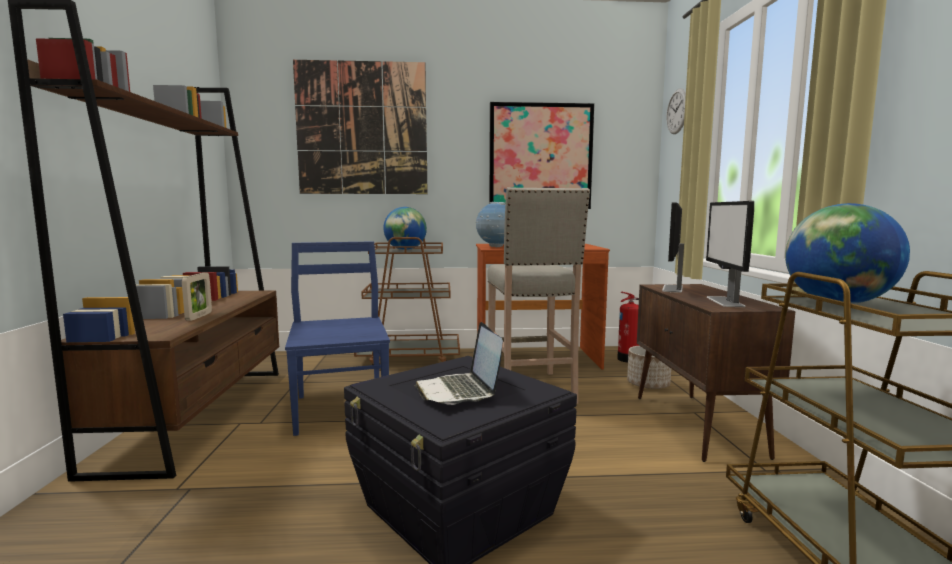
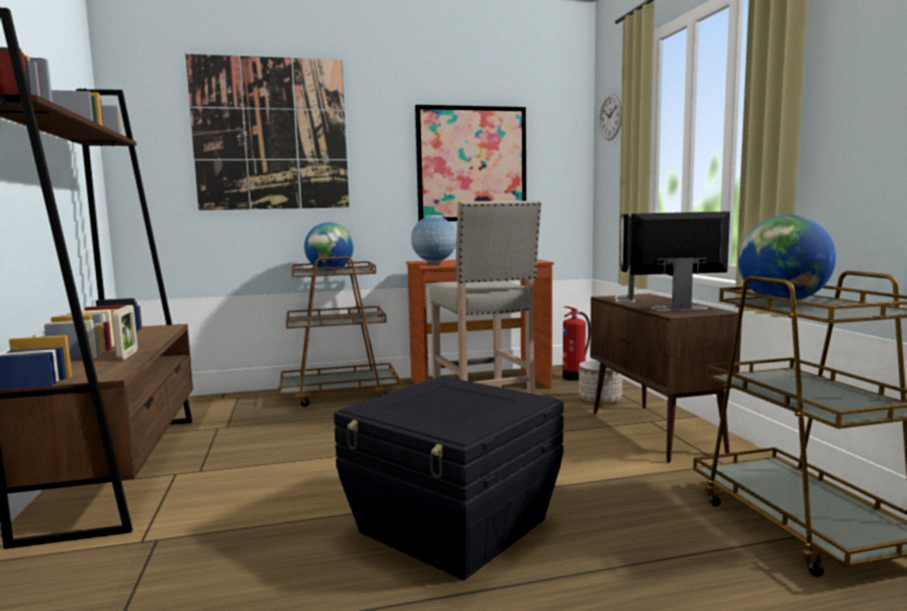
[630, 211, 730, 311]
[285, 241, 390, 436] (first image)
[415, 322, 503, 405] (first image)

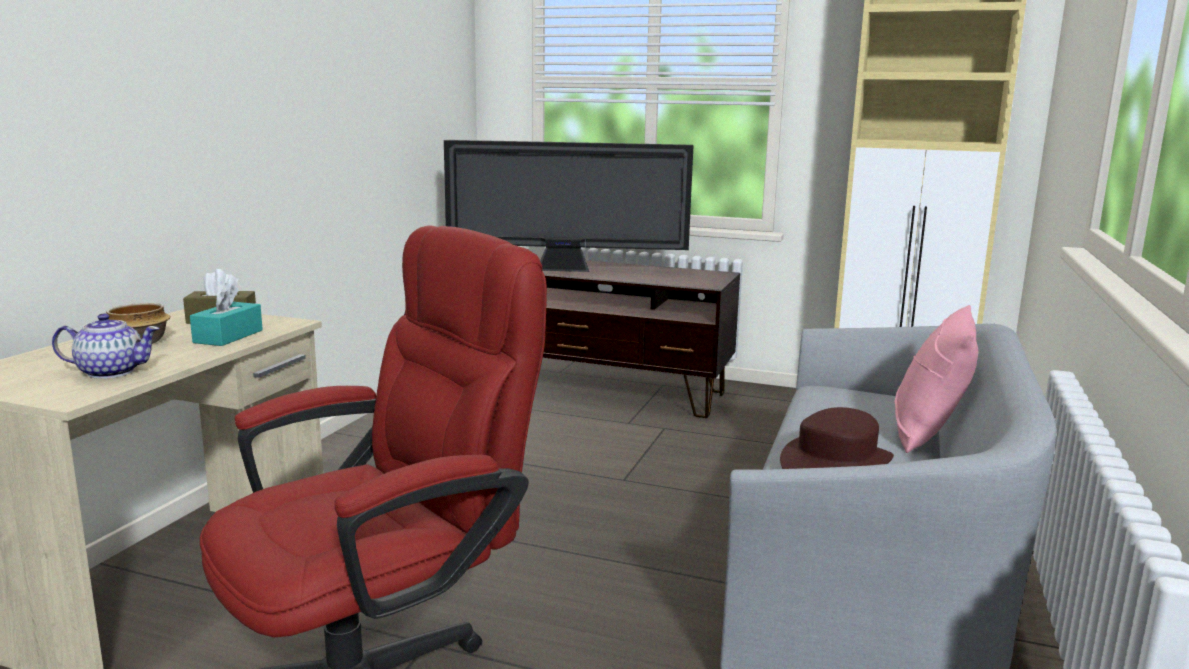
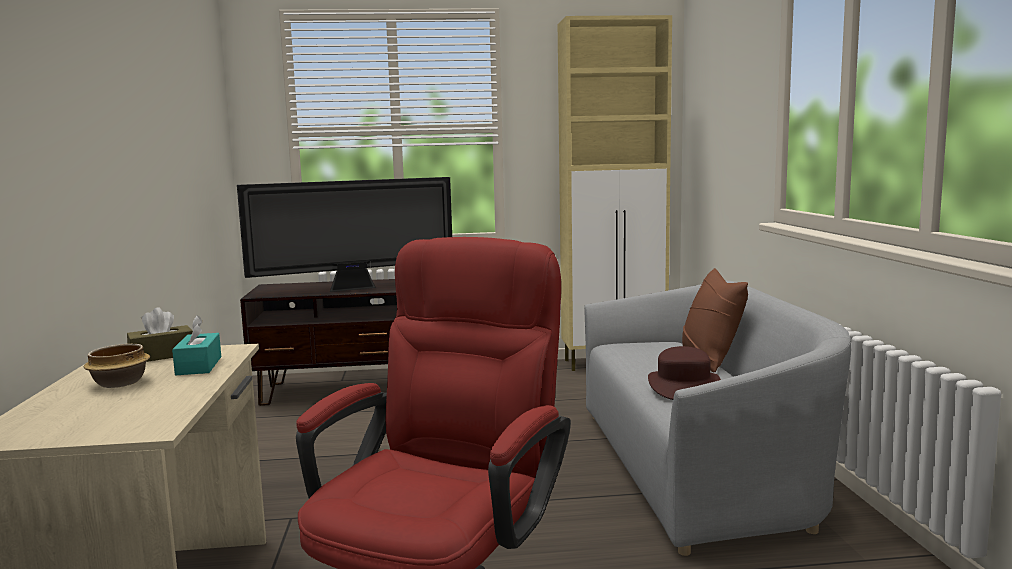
[682, 268, 748, 372]
[52, 313, 160, 379] (first image)

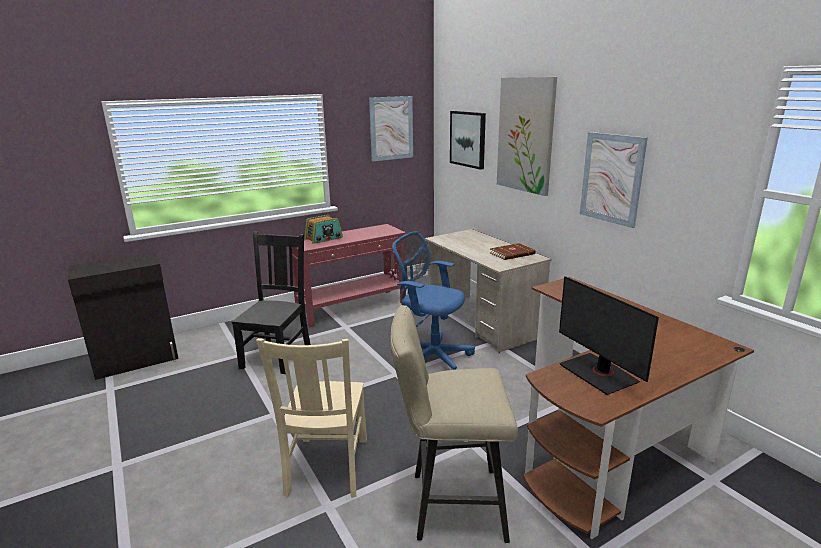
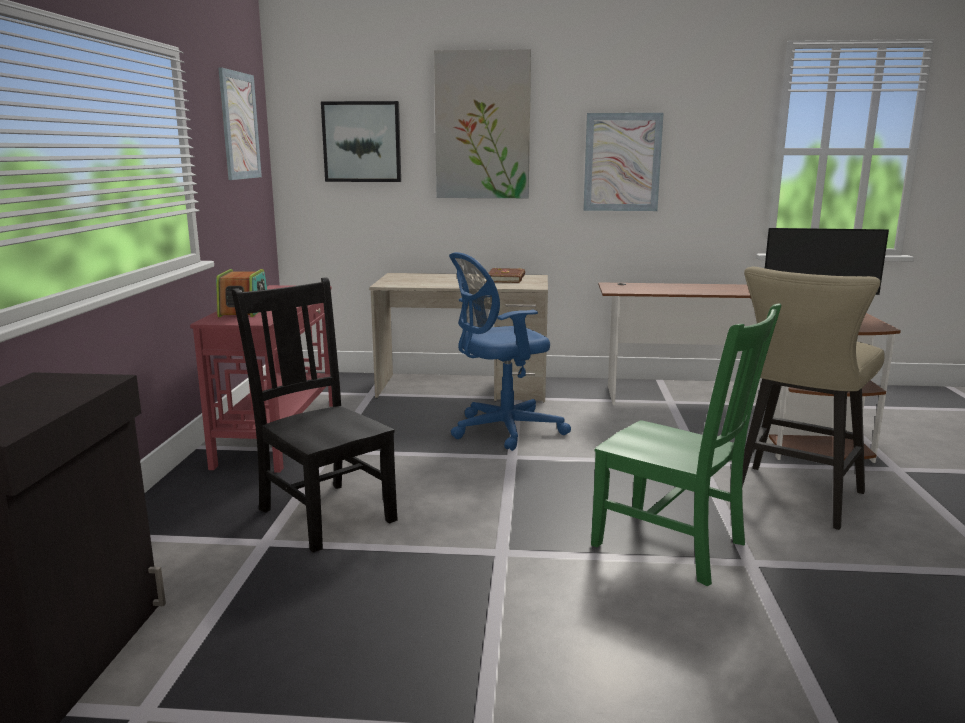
[591, 303, 781, 586]

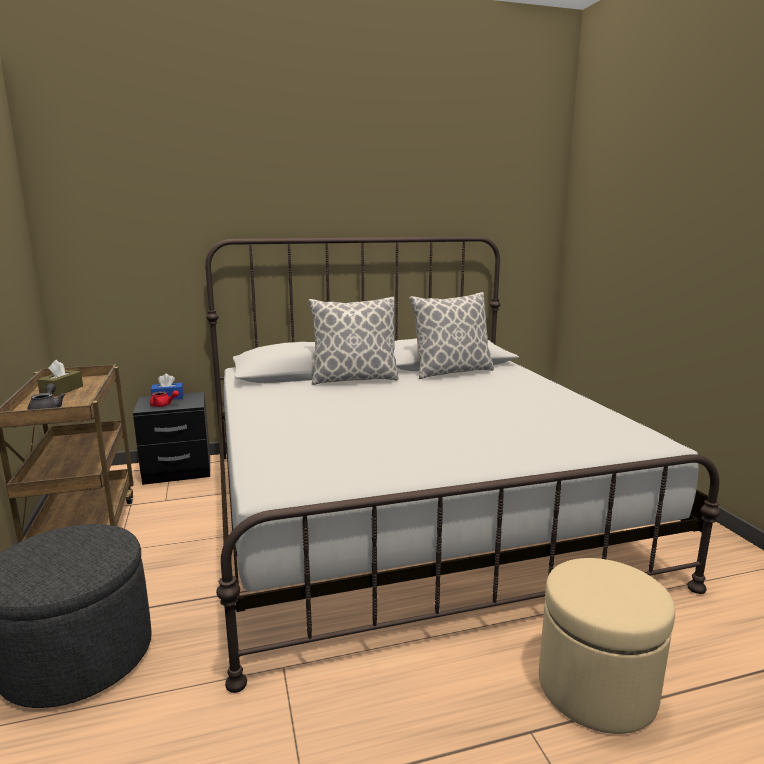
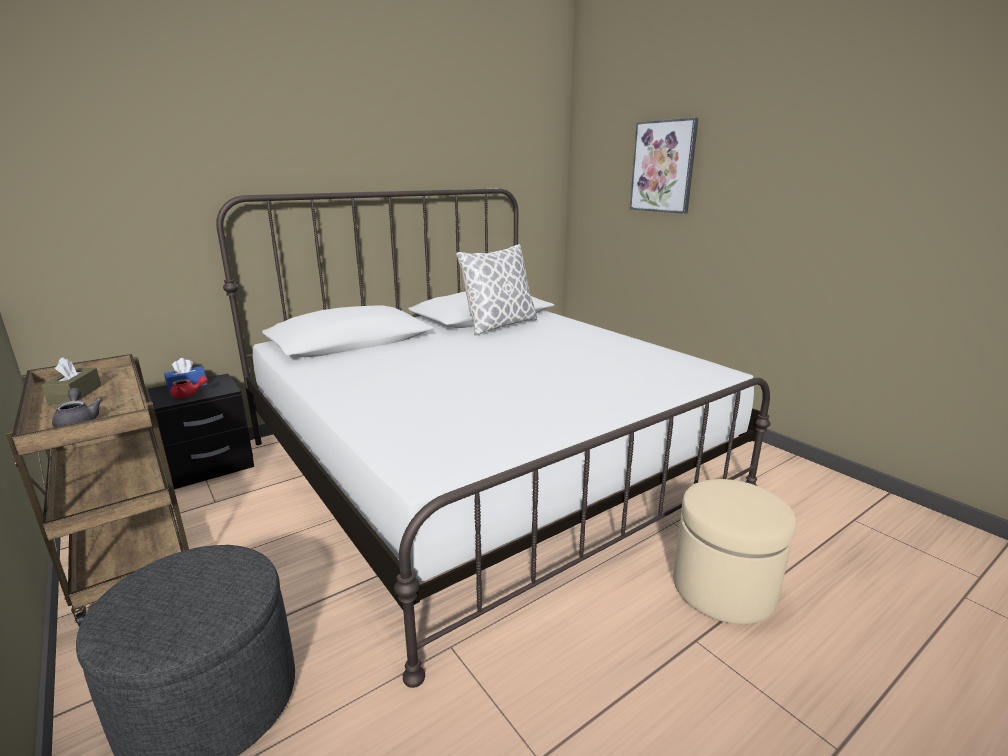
[309, 297, 399, 385] (first image)
[630, 118, 699, 214]

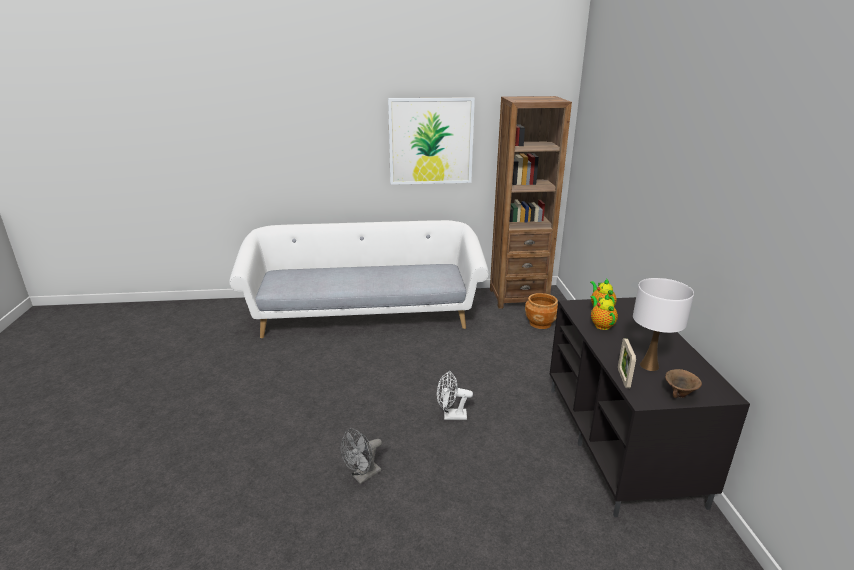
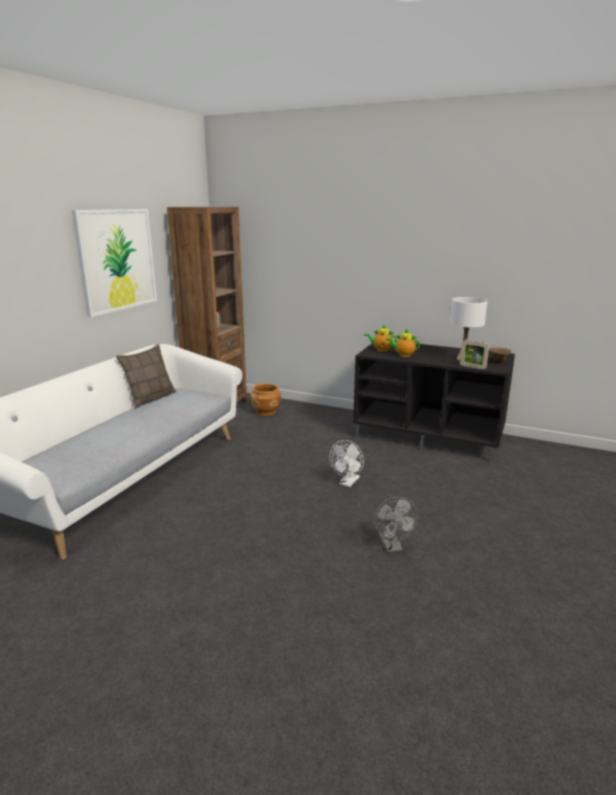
[116, 344, 176, 408]

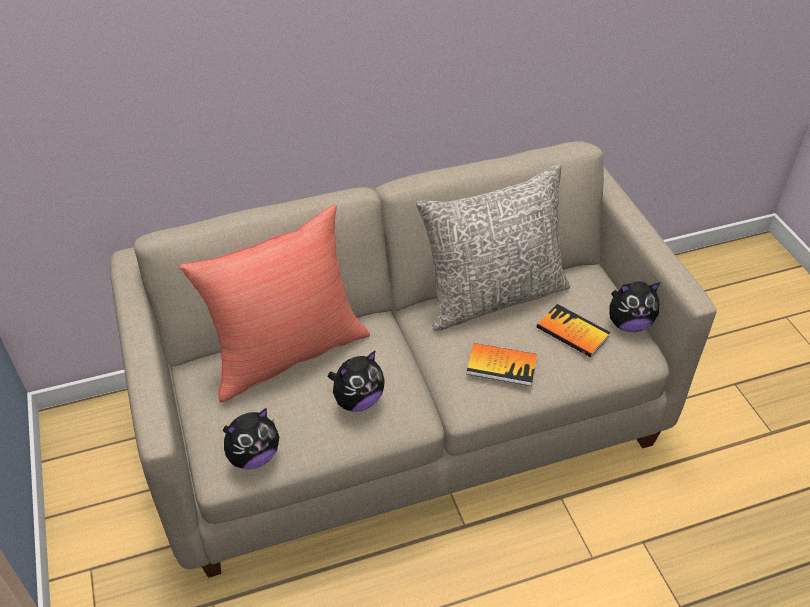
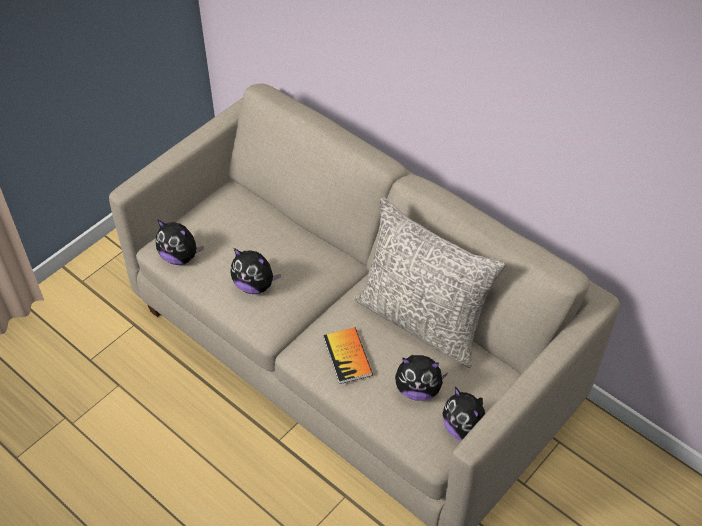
[179, 205, 370, 402] (first image)
[395, 355, 447, 401]

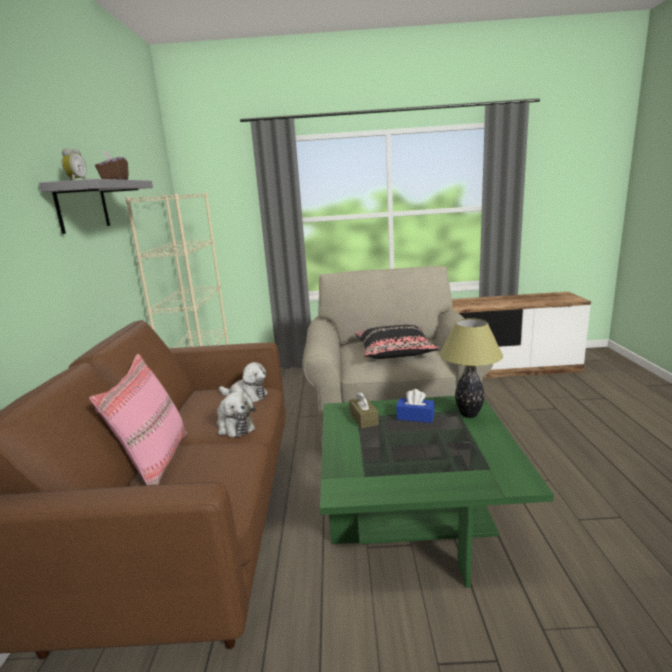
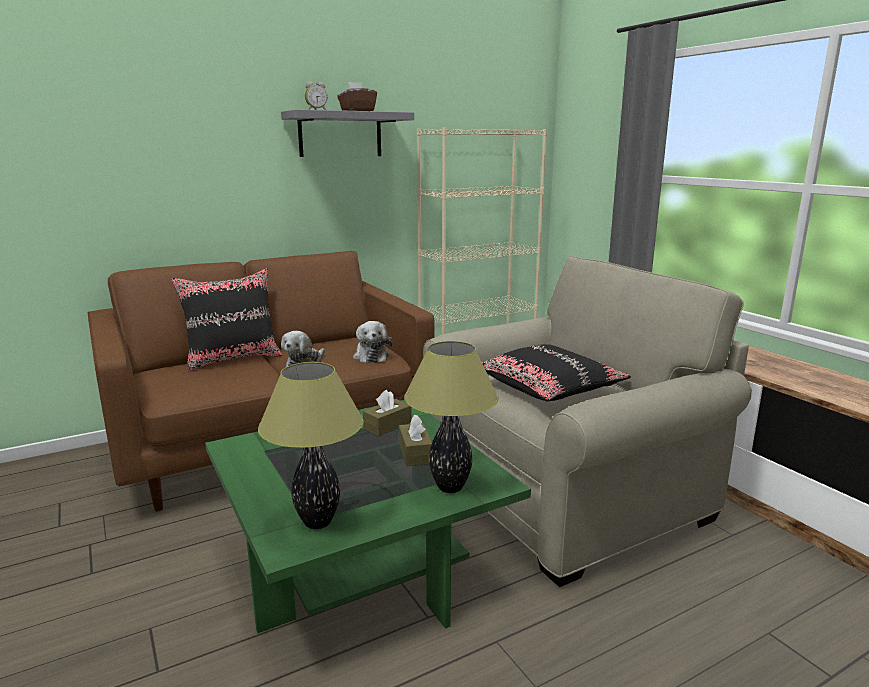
[171, 268, 282, 372]
[399, 415, 432, 466]
[258, 362, 363, 529]

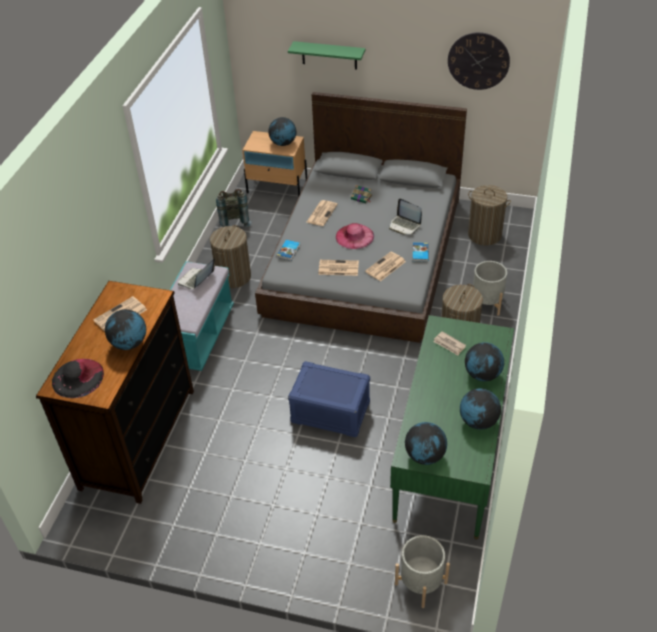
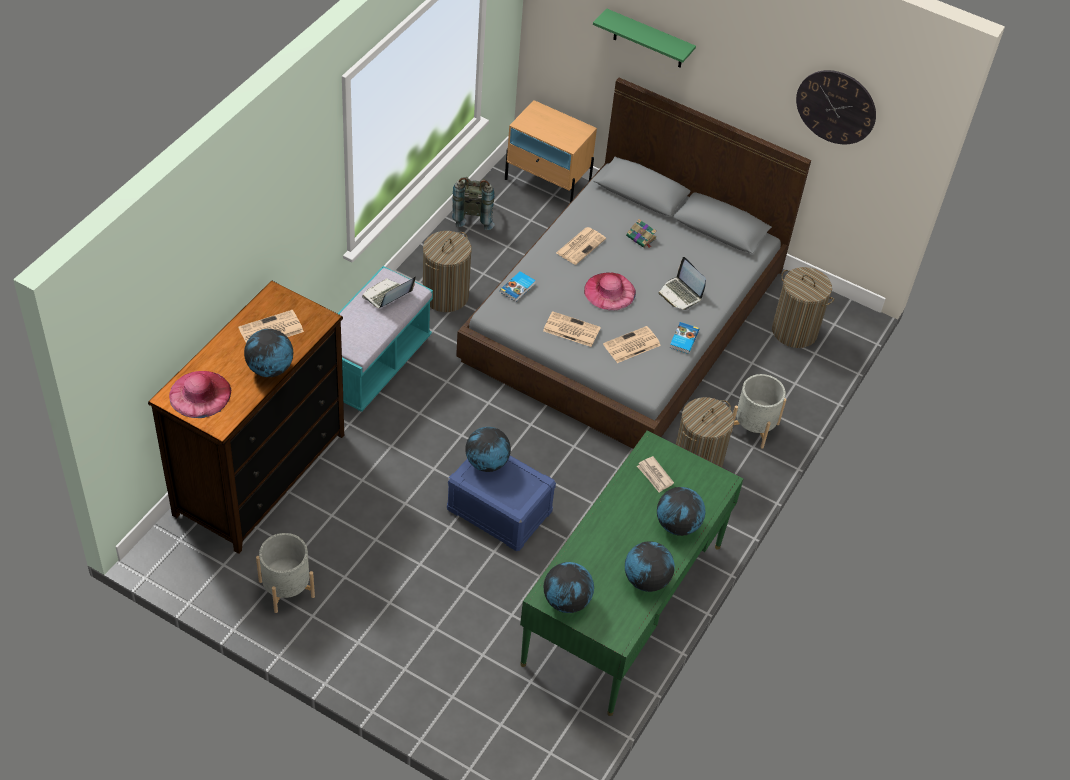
[465, 427, 511, 472]
[169, 371, 231, 418]
[256, 533, 315, 613]

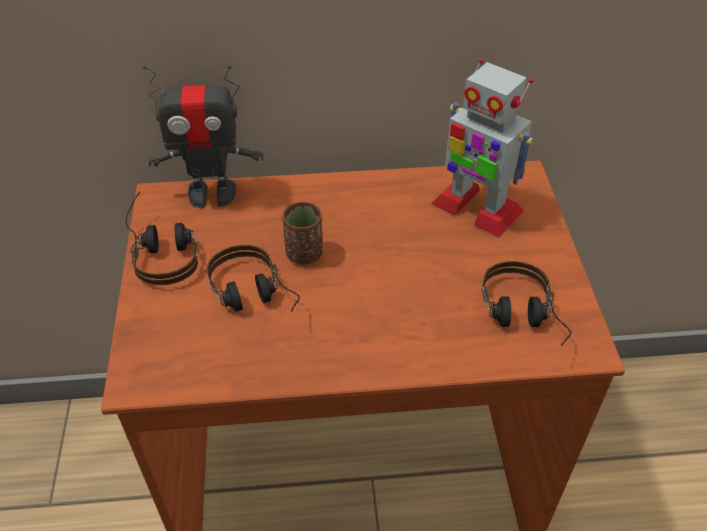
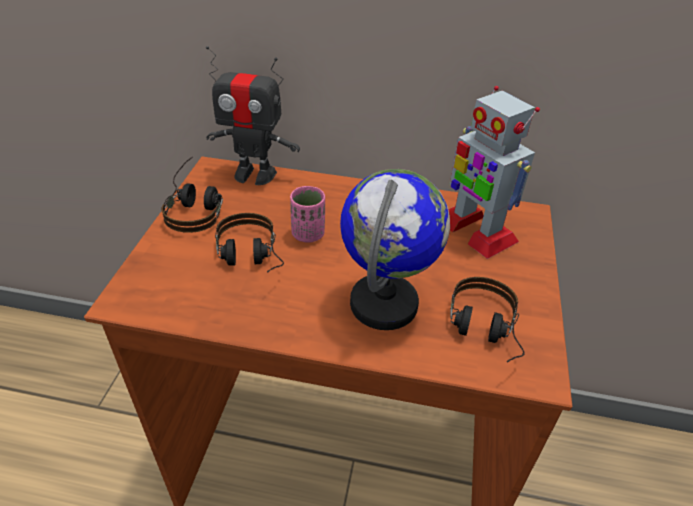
[290, 186, 325, 243]
[340, 169, 450, 330]

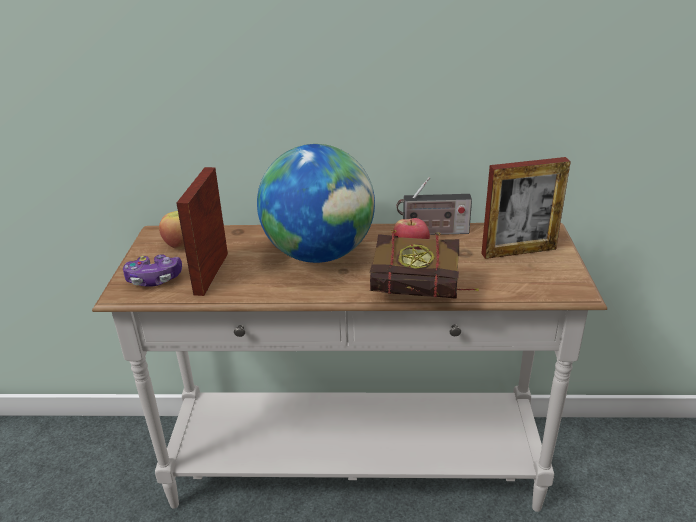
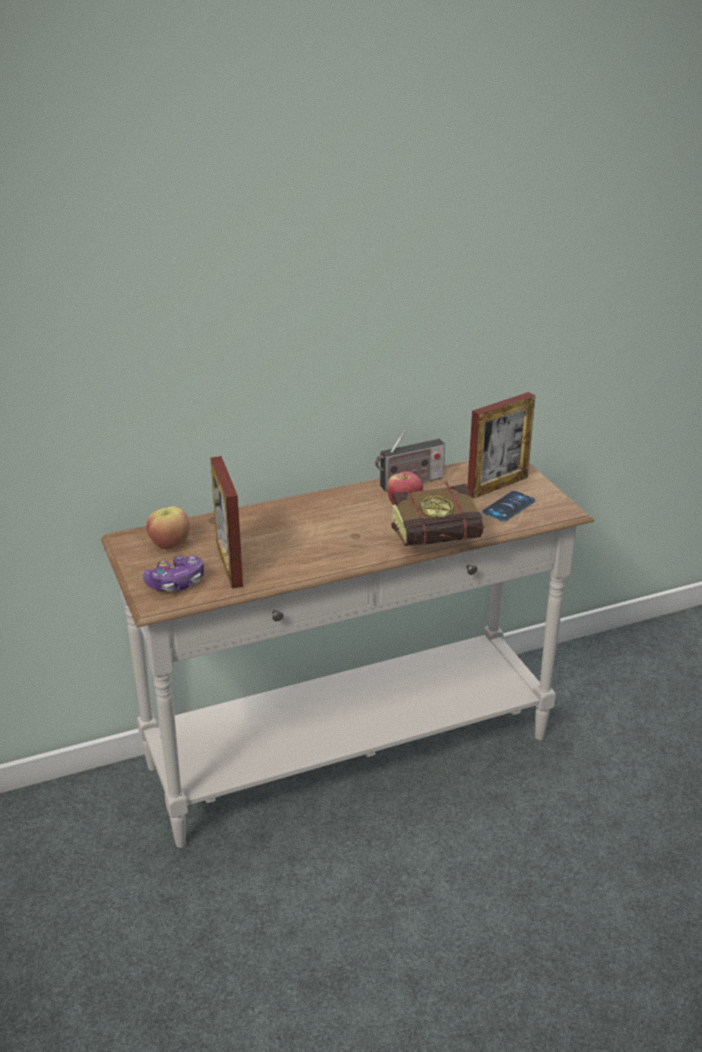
[257, 144, 375, 263] (first image)
[482, 491, 535, 522]

